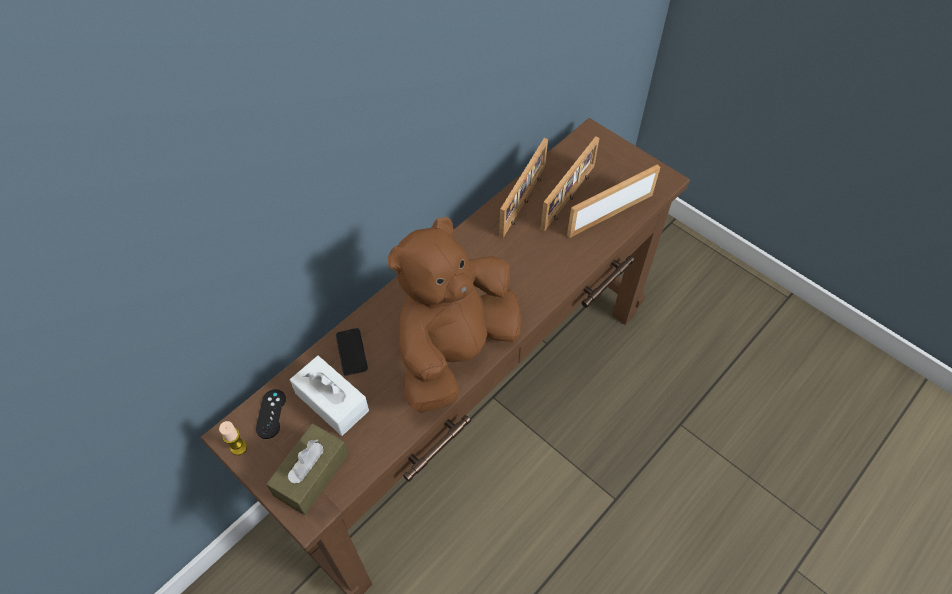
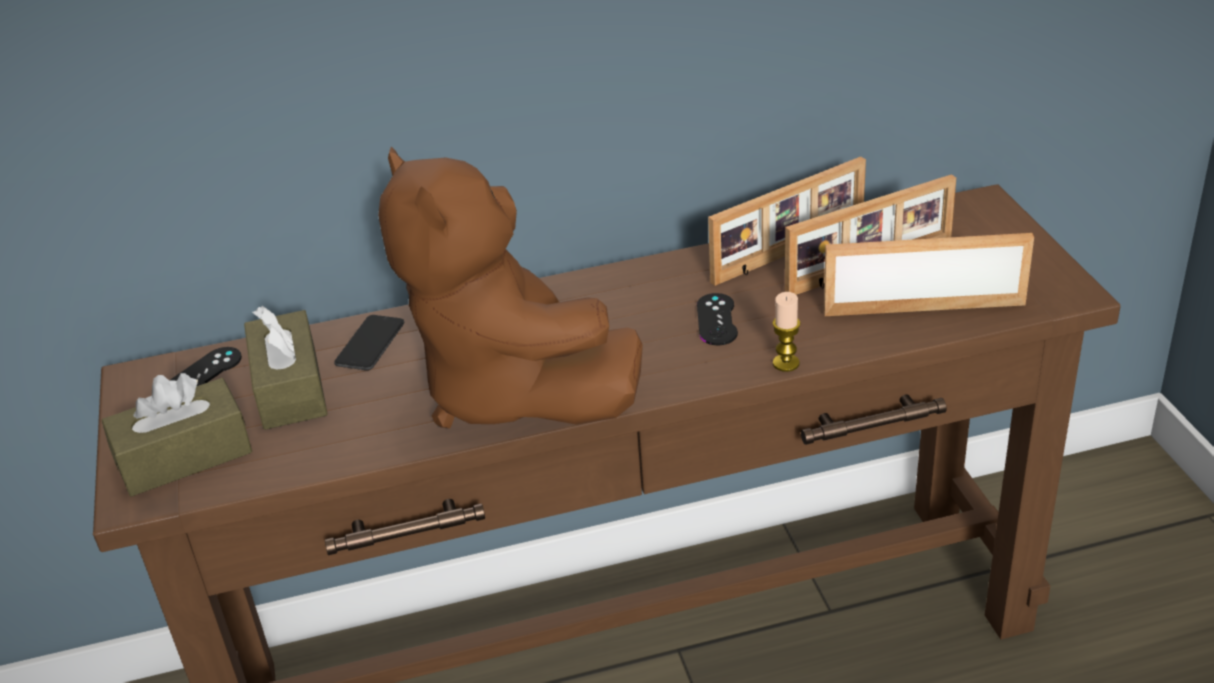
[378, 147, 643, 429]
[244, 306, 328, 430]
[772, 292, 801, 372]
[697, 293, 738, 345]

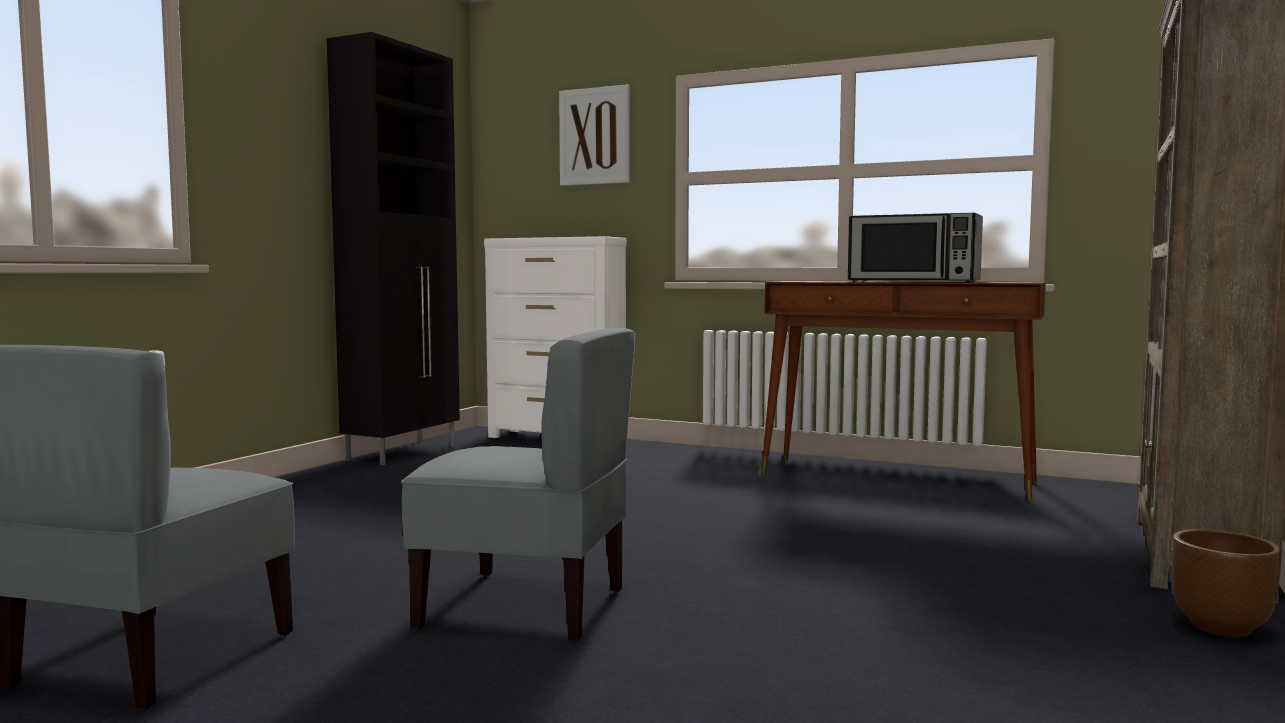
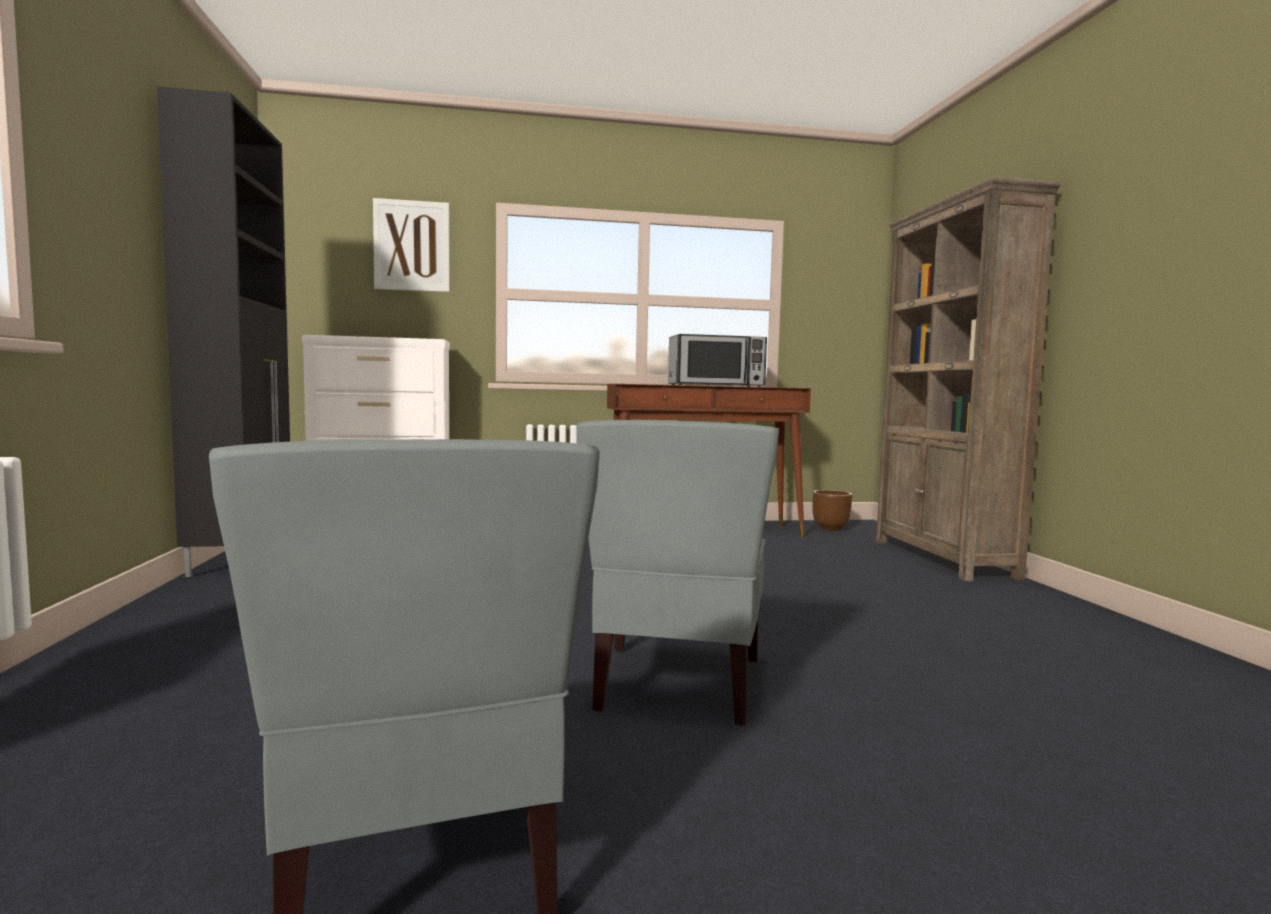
[576, 420, 779, 726]
[813, 490, 852, 531]

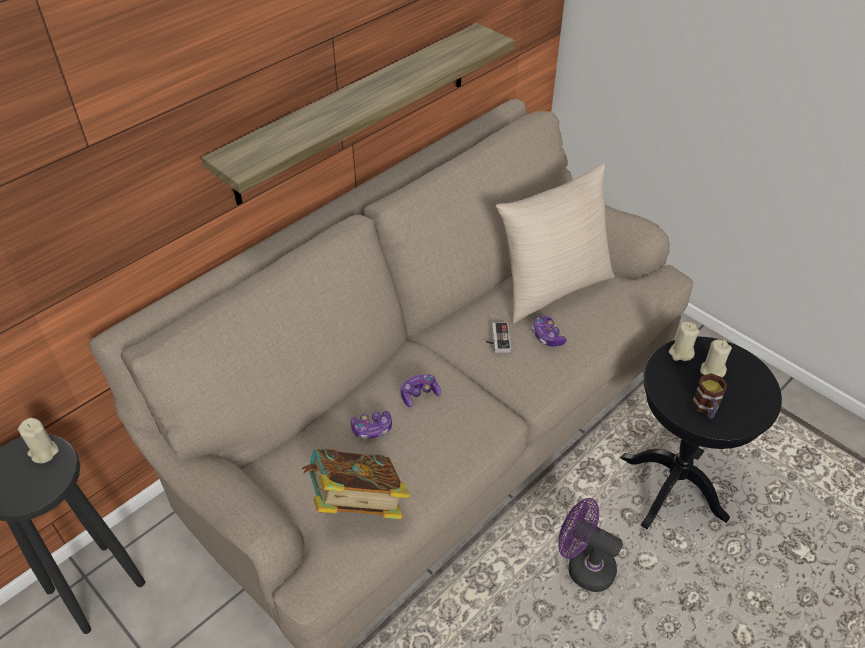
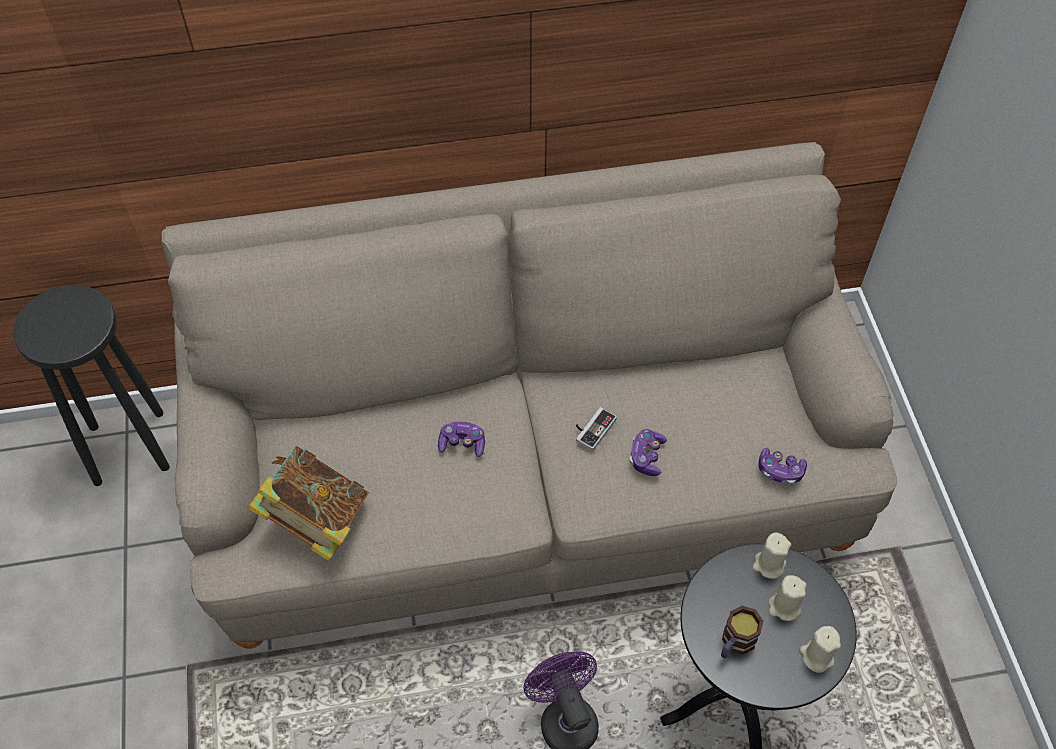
[201, 23, 515, 205] (first image)
[496, 163, 614, 323] (first image)
[759, 448, 807, 485]
[800, 626, 841, 673]

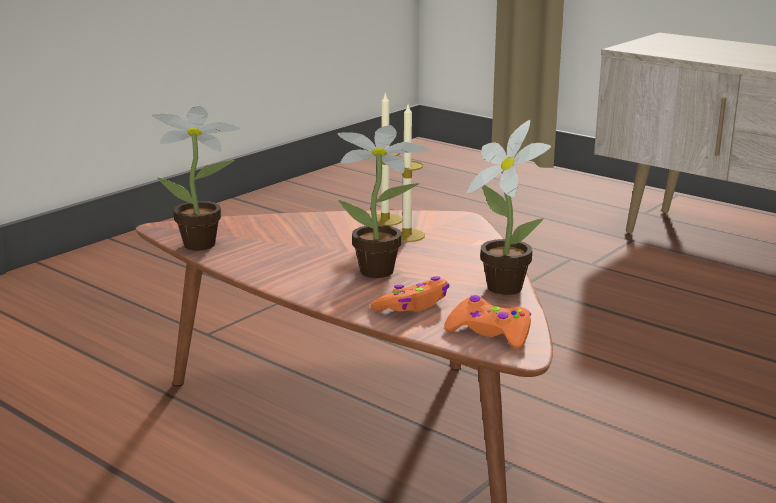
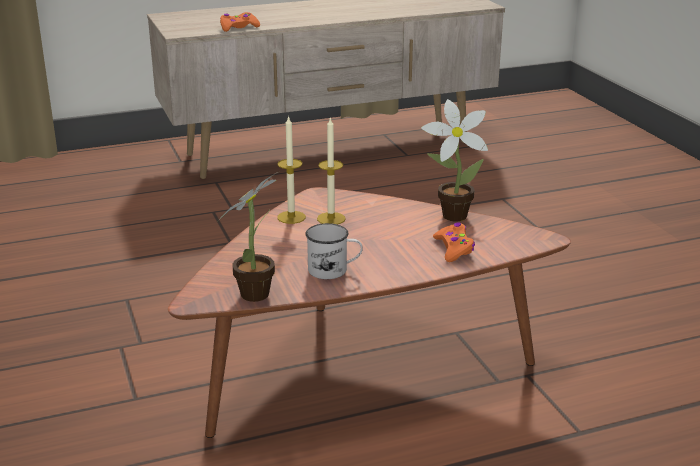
[337, 125, 429, 278] (first image)
[220, 12, 260, 32]
[305, 223, 363, 279]

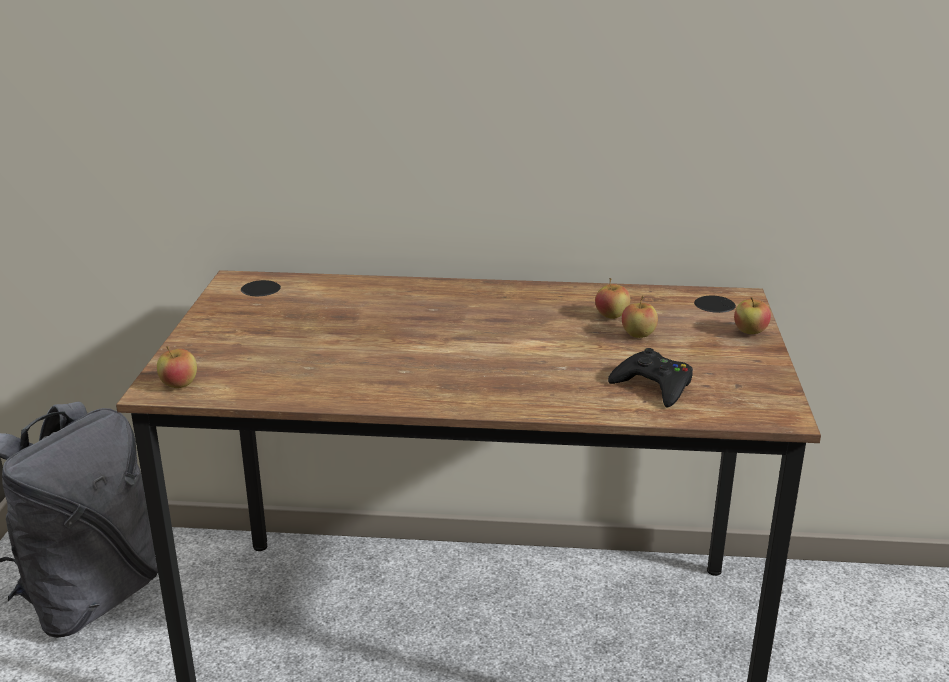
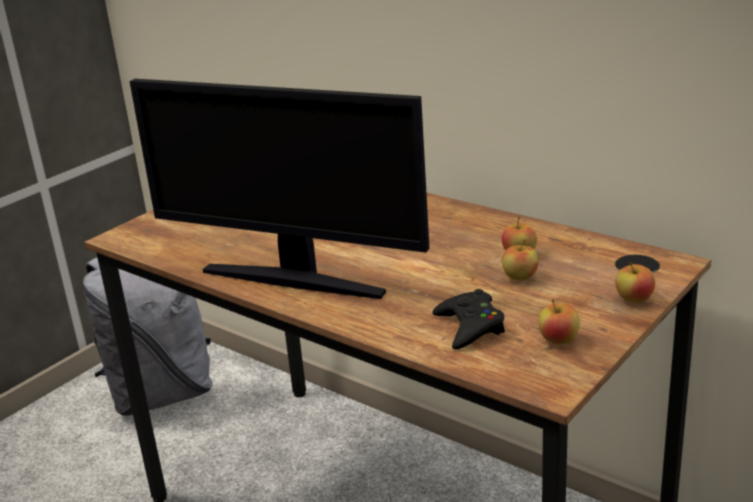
[539, 299, 580, 345]
[129, 79, 430, 299]

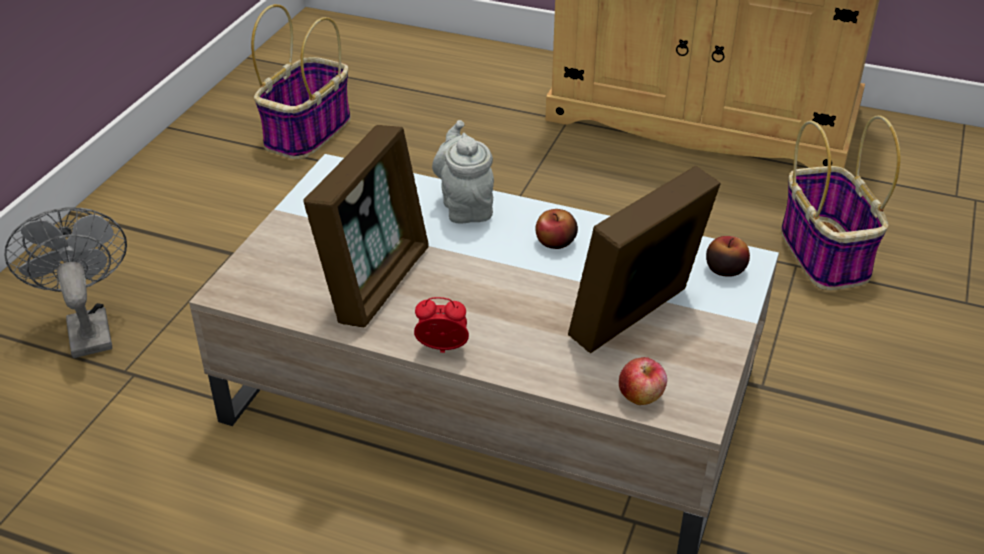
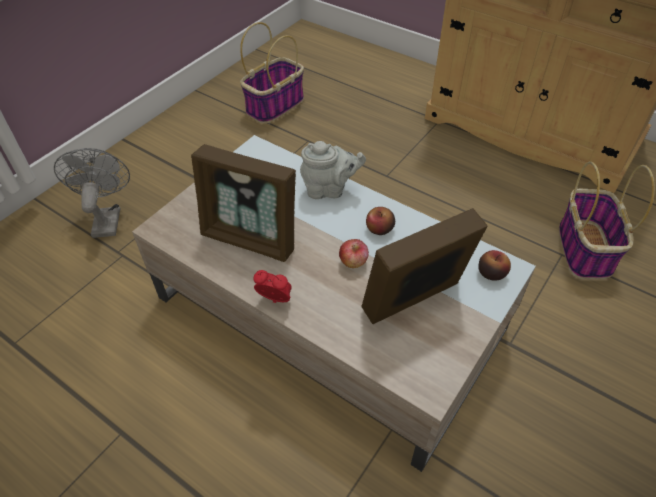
[300, 141, 366, 199]
[191, 144, 296, 262]
[339, 239, 369, 268]

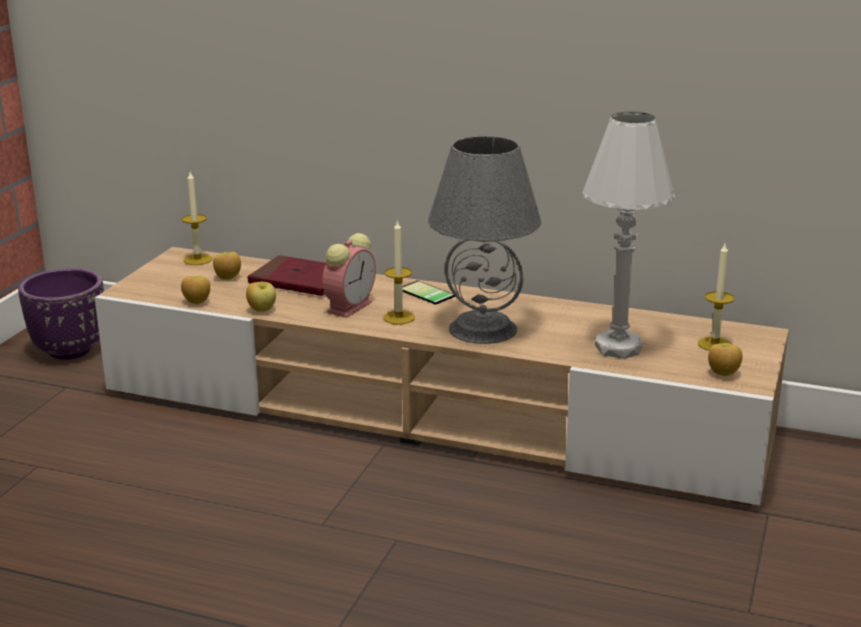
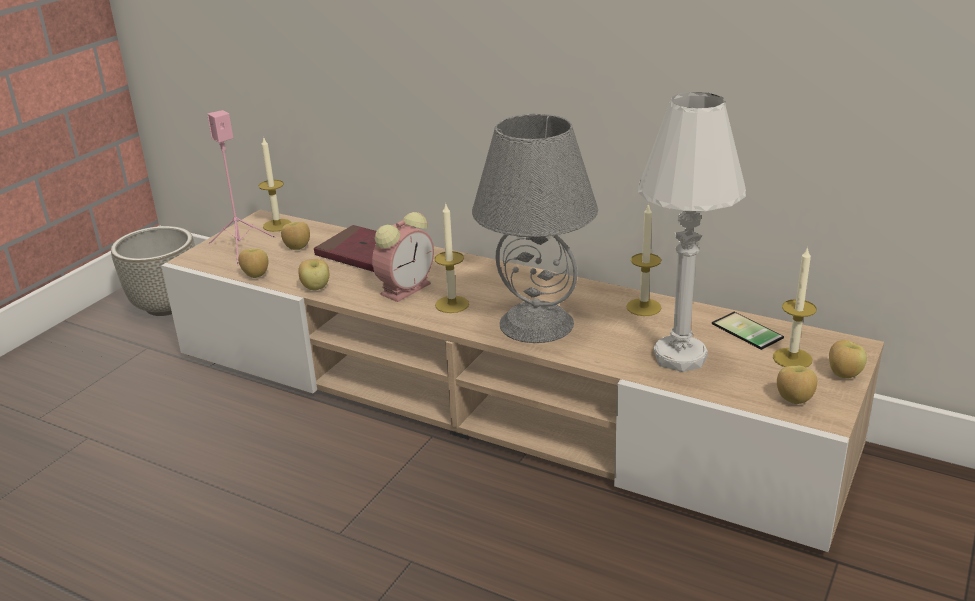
[111, 226, 195, 316]
[712, 312, 784, 350]
[207, 110, 275, 266]
[626, 203, 661, 316]
[829, 340, 867, 379]

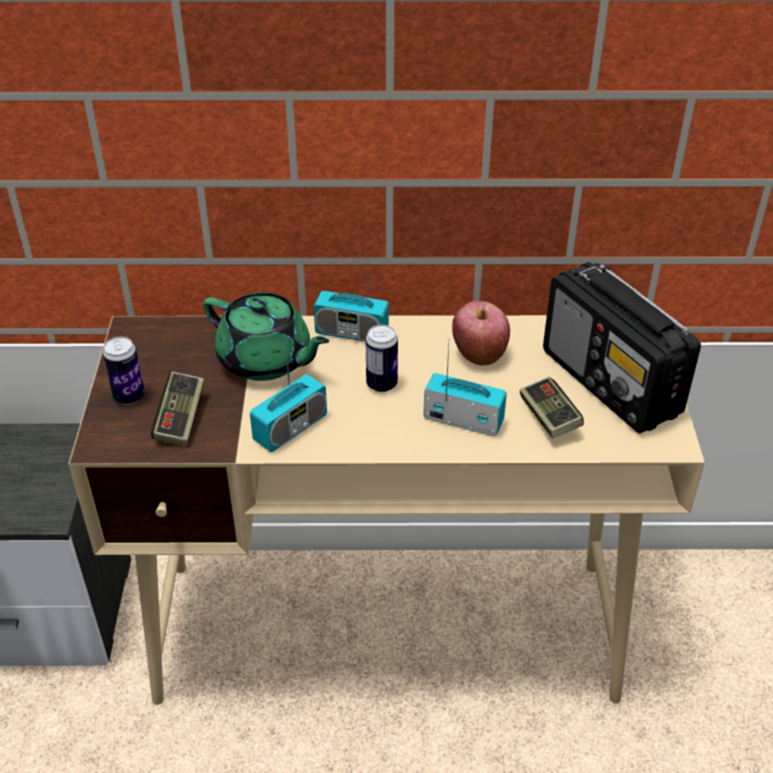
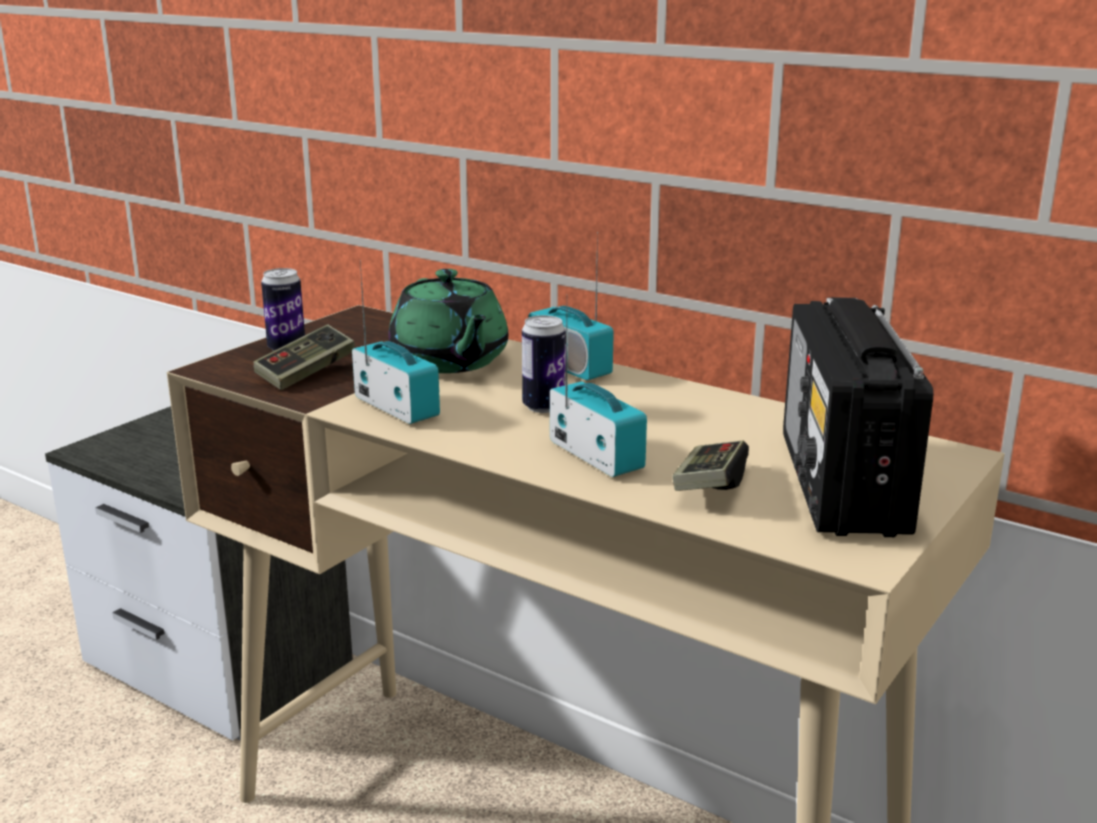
[452, 301, 510, 366] (first image)
[352, 261, 440, 424]

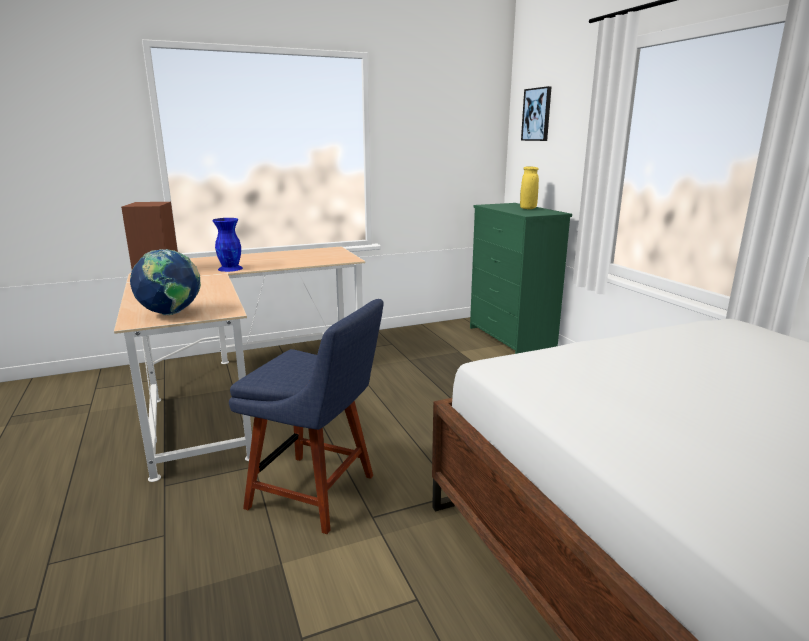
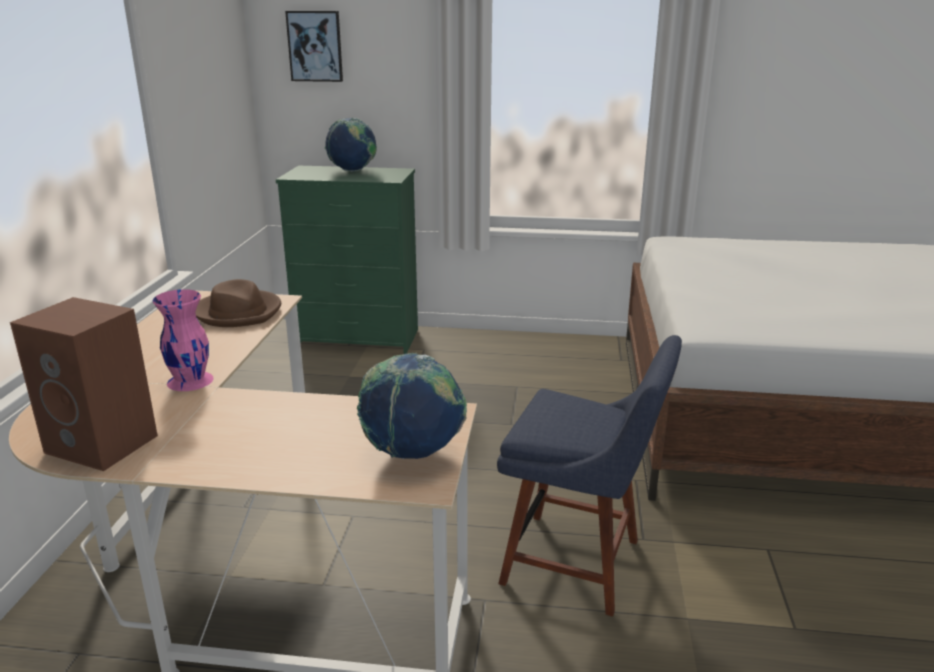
[324, 118, 377, 172]
[153, 289, 213, 391]
[497, 335, 682, 616]
[195, 279, 281, 327]

